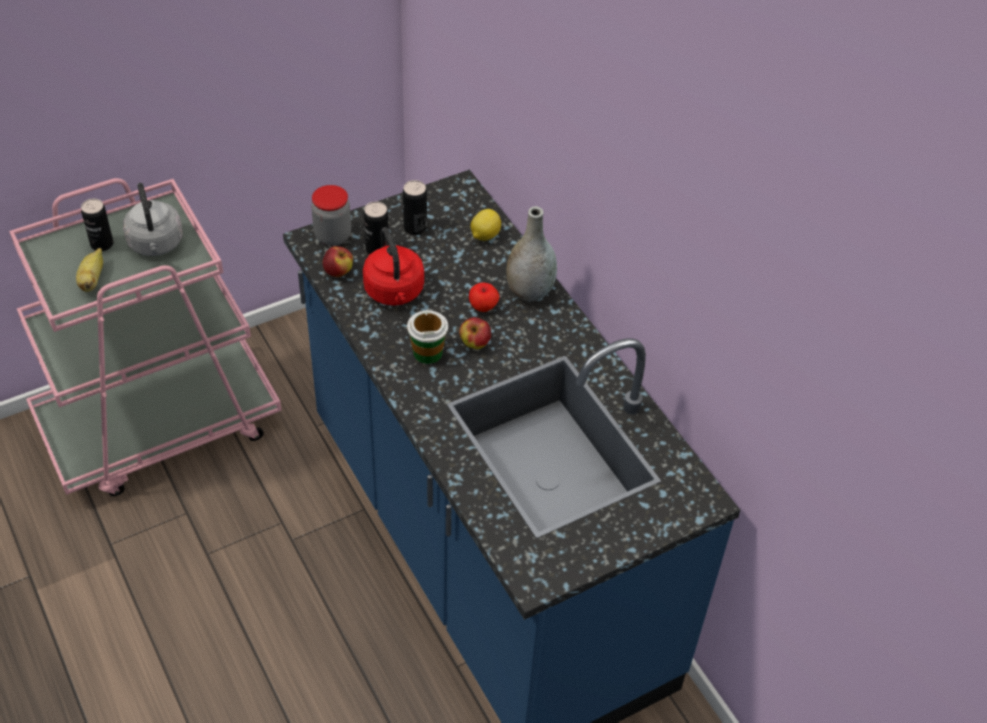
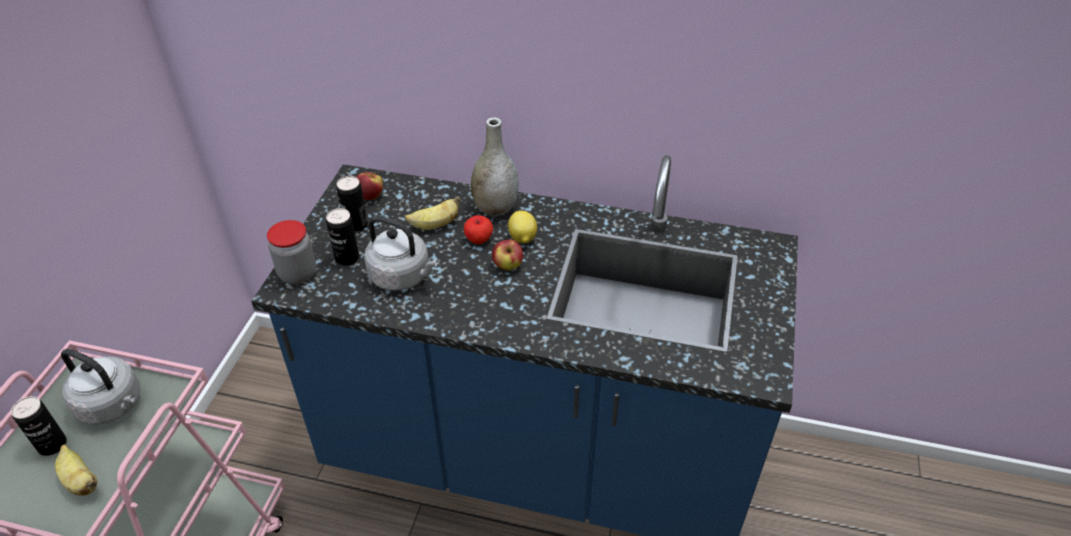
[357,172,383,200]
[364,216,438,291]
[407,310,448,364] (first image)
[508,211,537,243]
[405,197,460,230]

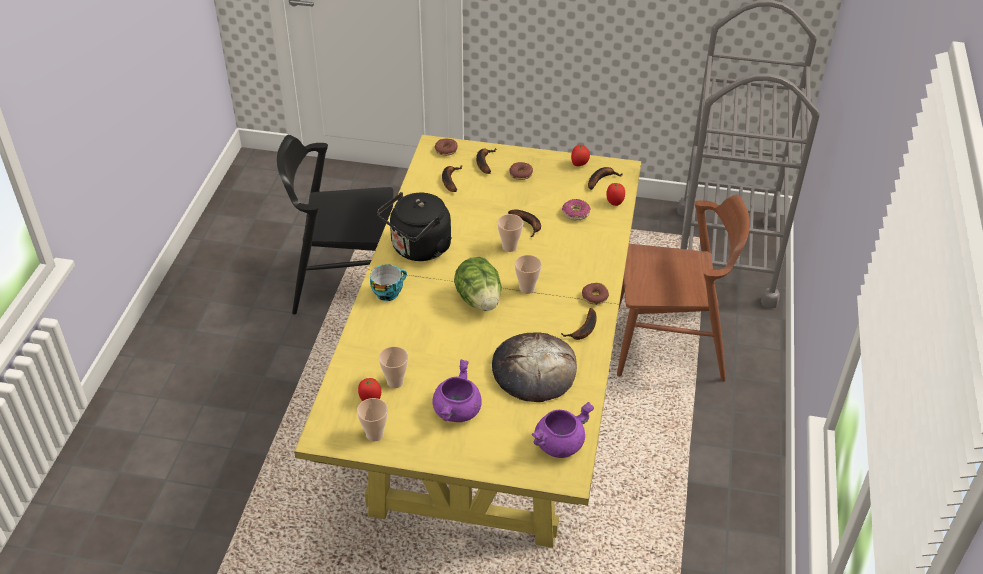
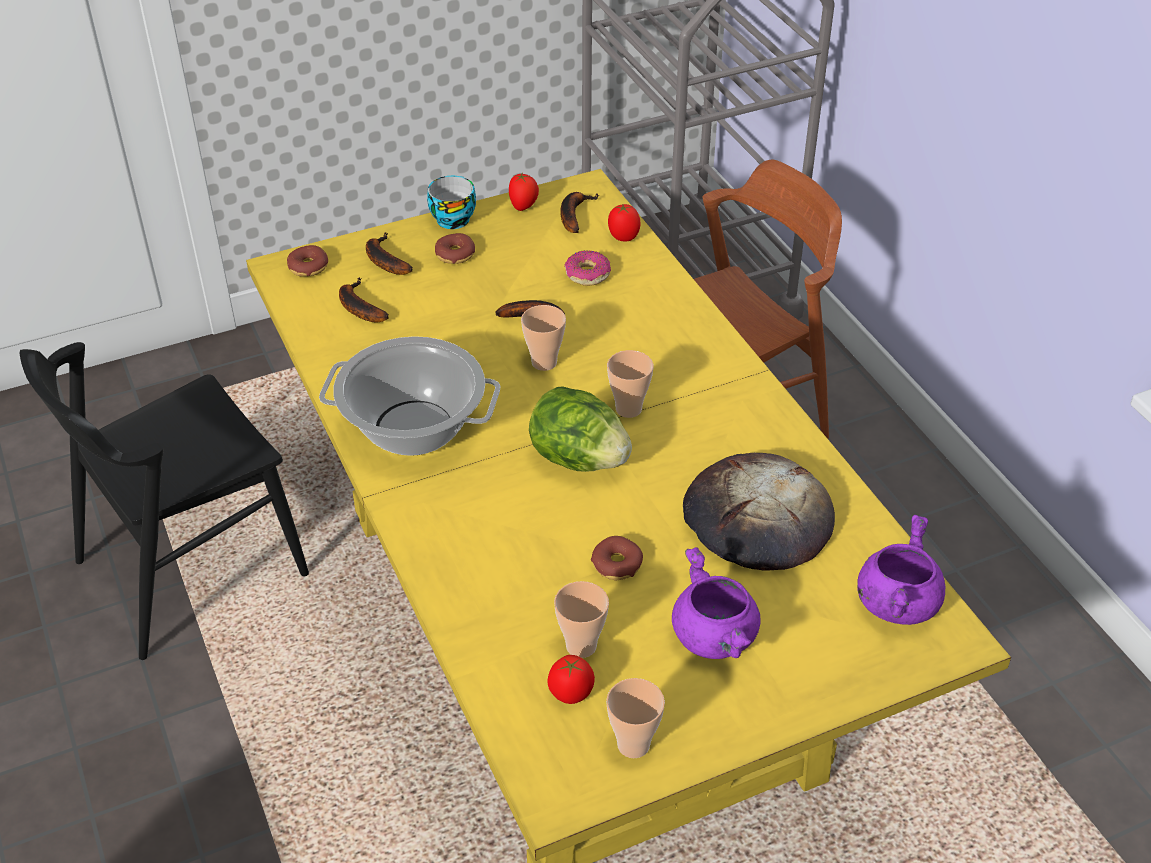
[427,176,476,229]
[319,336,500,456]
[561,308,597,340] (first image)
[591,536,643,580]

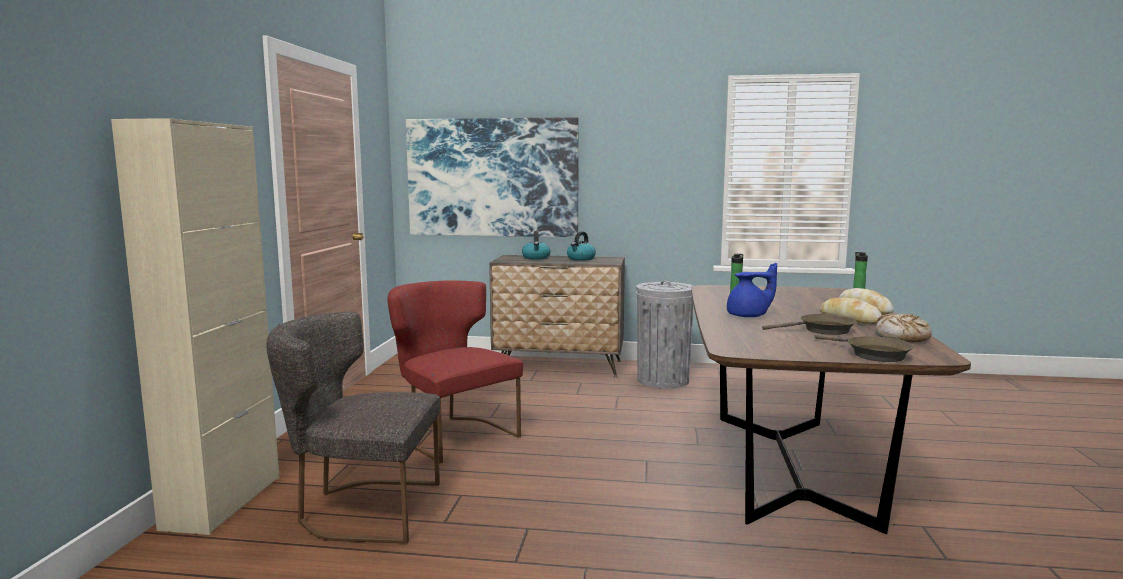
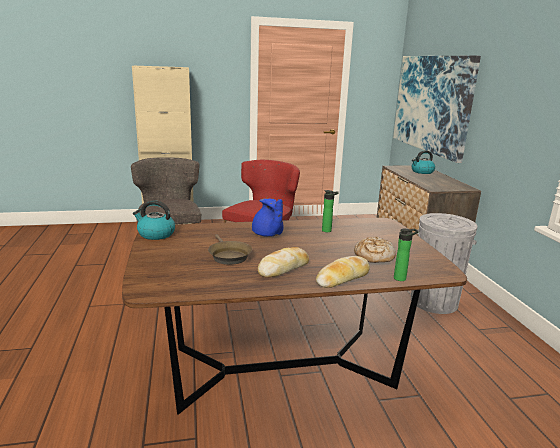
[133,200,175,240]
[814,335,914,362] (first image)
[354,237,396,263]

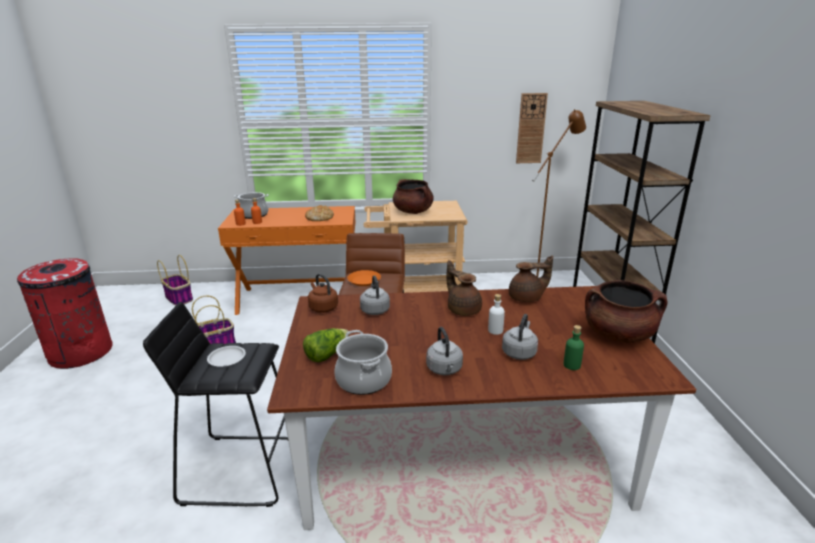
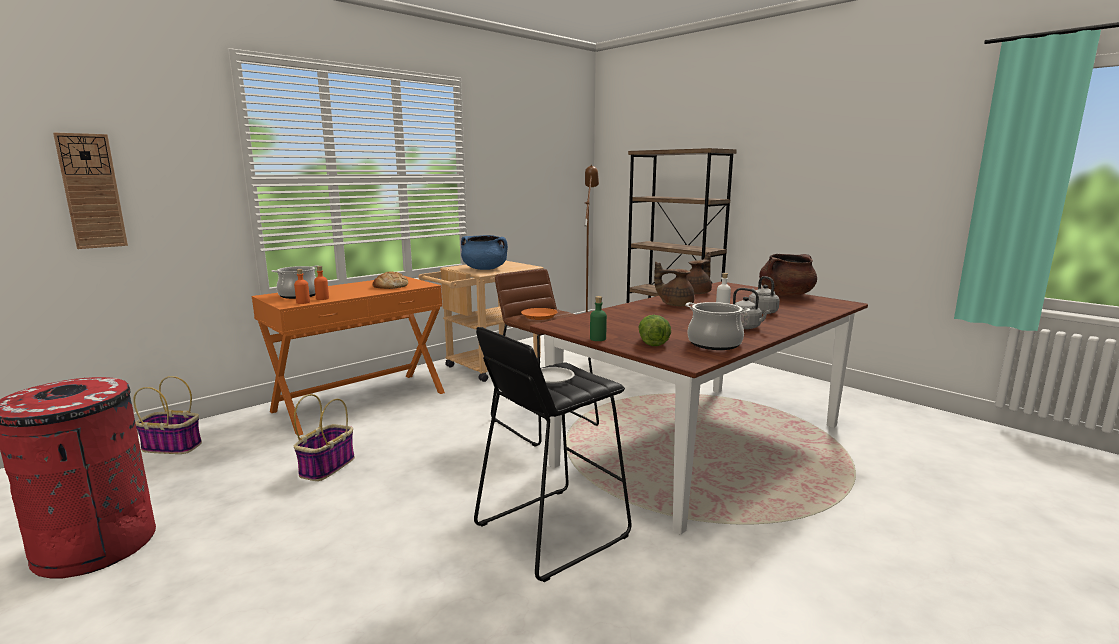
[308,274,338,313] (first image)
[360,275,390,315] (first image)
[461,235,508,270]
[53,133,128,249]
[590,296,607,341]

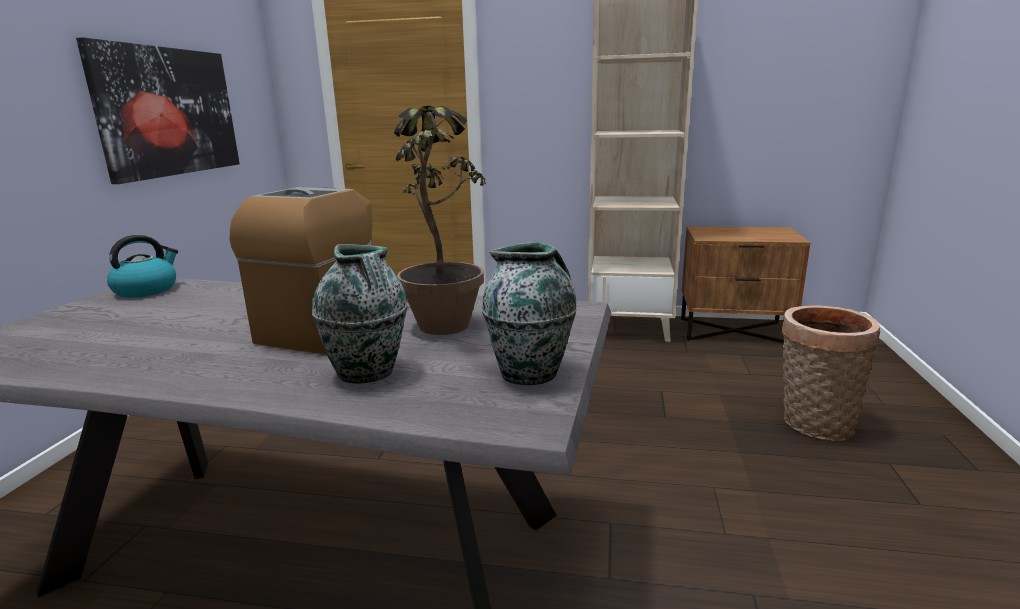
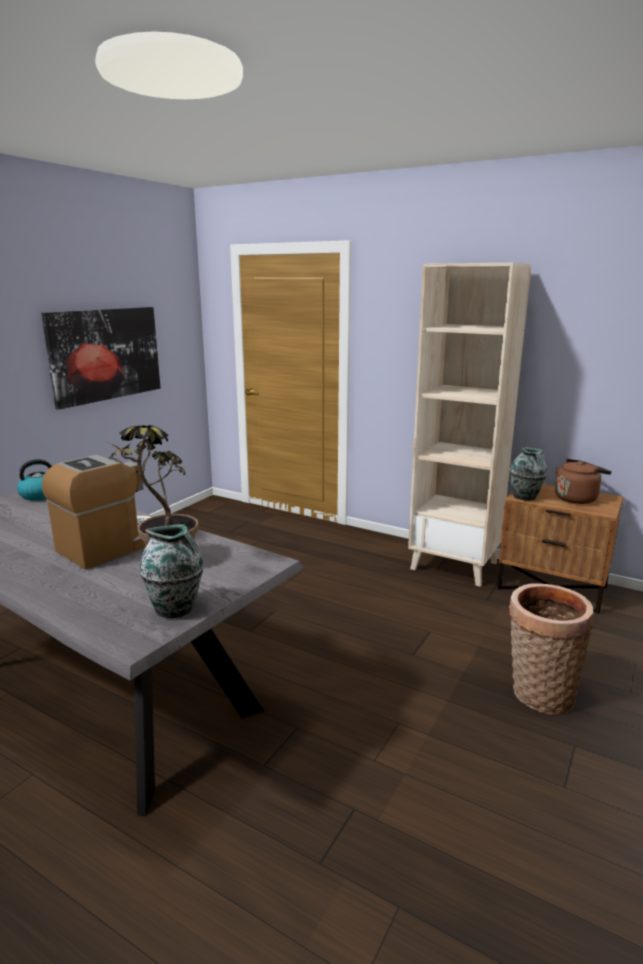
[510,447,547,501]
[555,459,612,504]

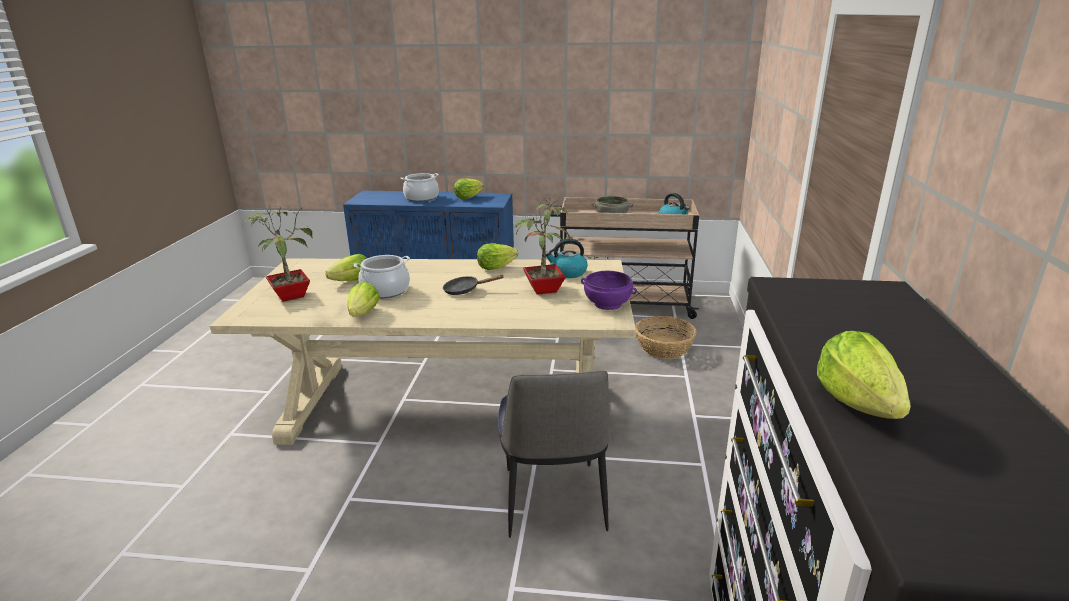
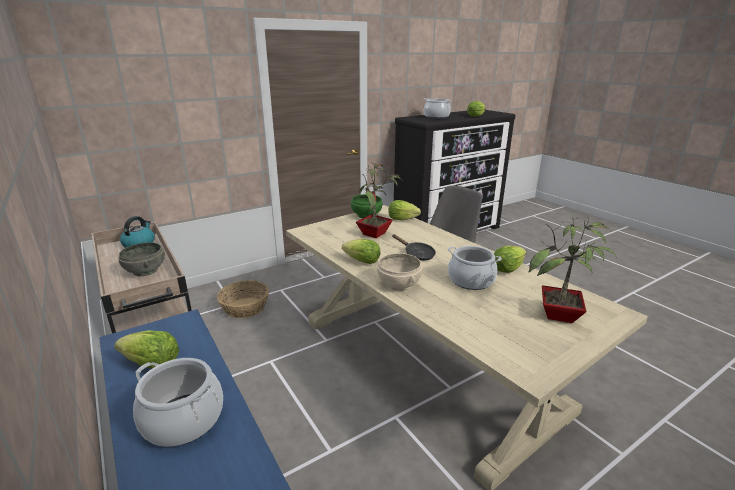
[388,200,421,220]
[546,239,588,278] (first image)
[351,194,382,218]
[377,253,423,291]
[424,98,452,119]

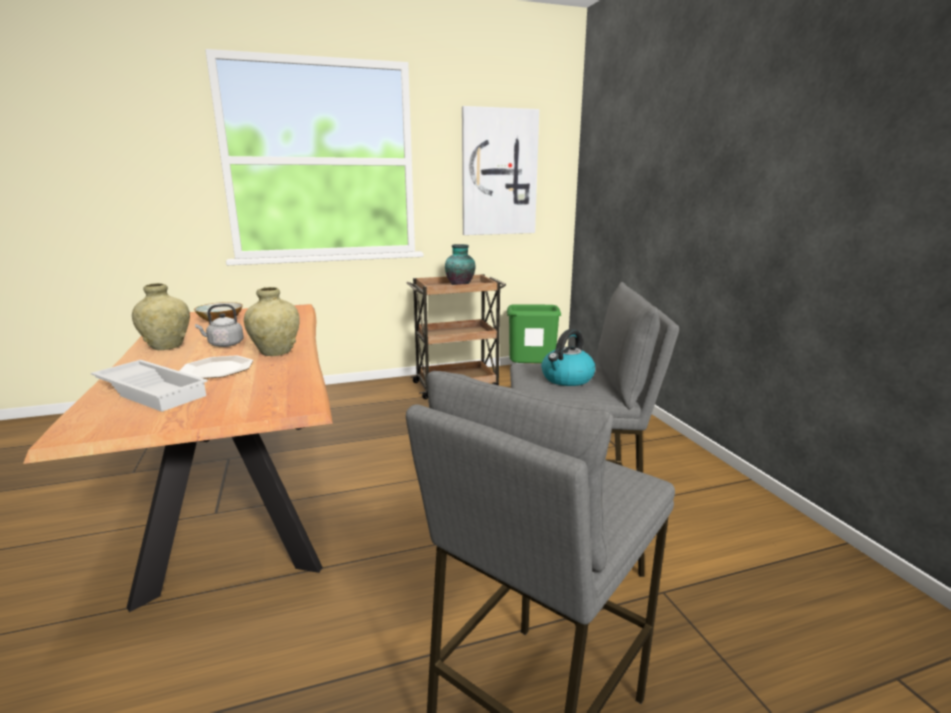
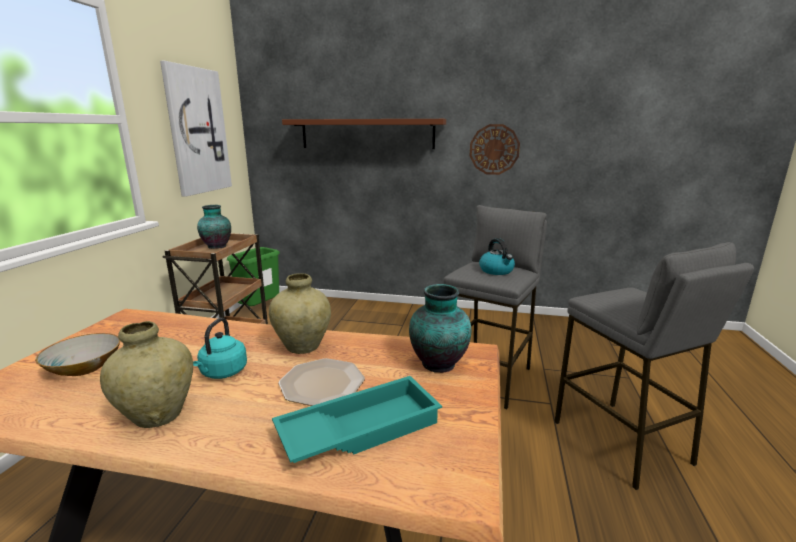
[272,376,442,463]
[193,318,247,379]
[282,119,446,149]
[409,284,471,373]
[470,124,520,175]

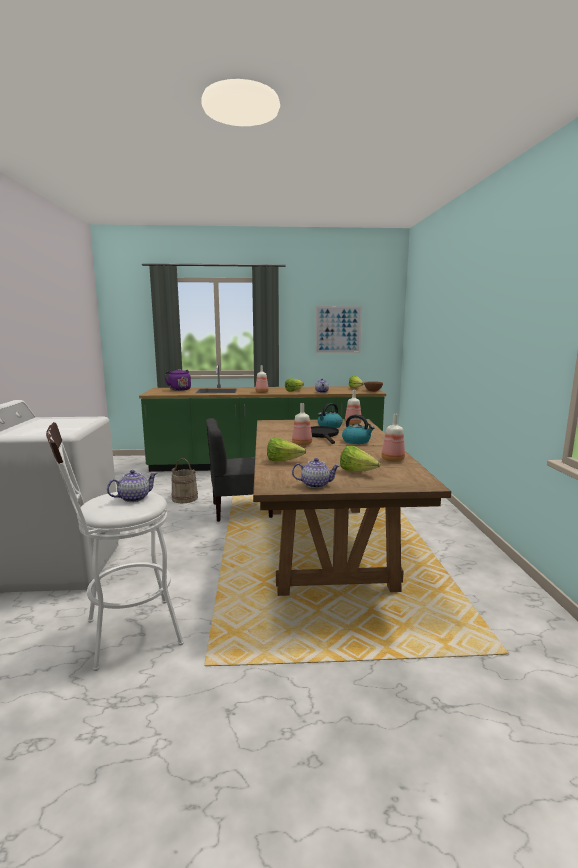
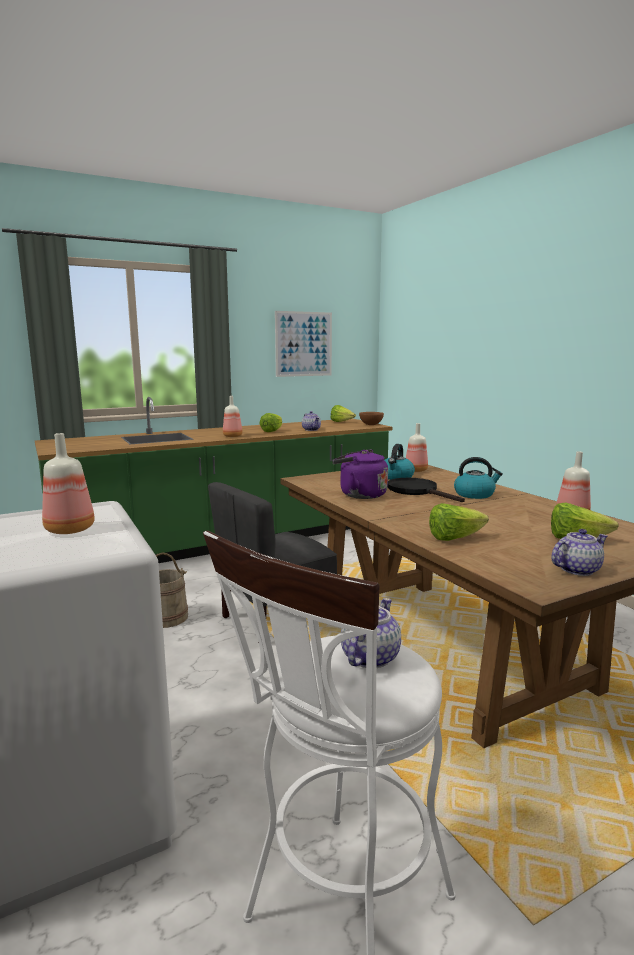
[332,449,388,499]
[42,433,95,534]

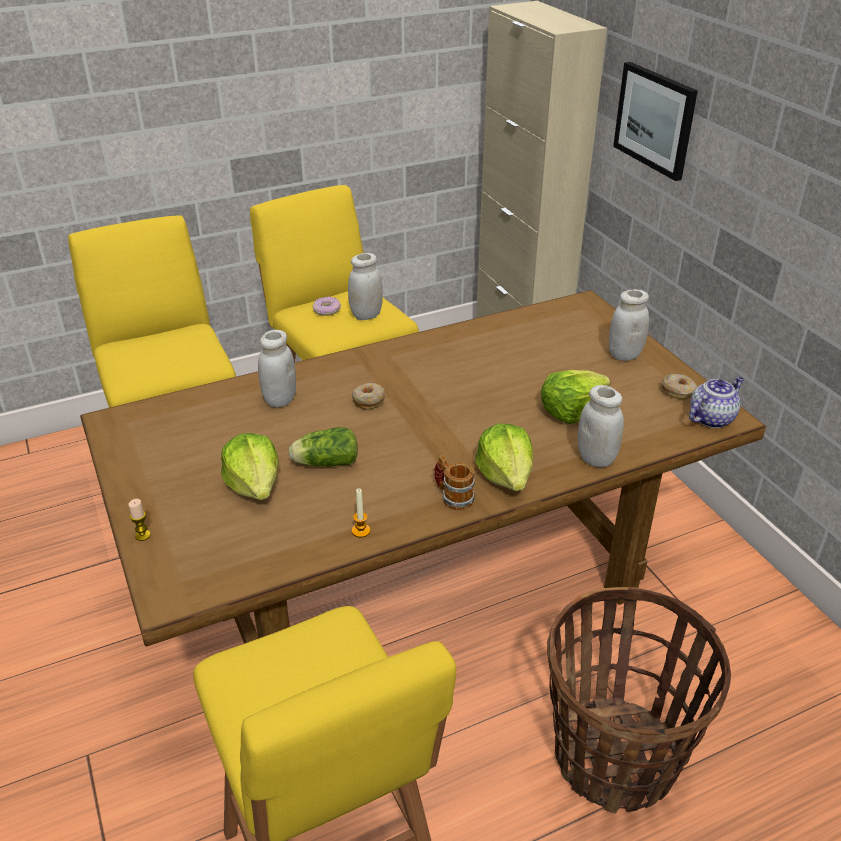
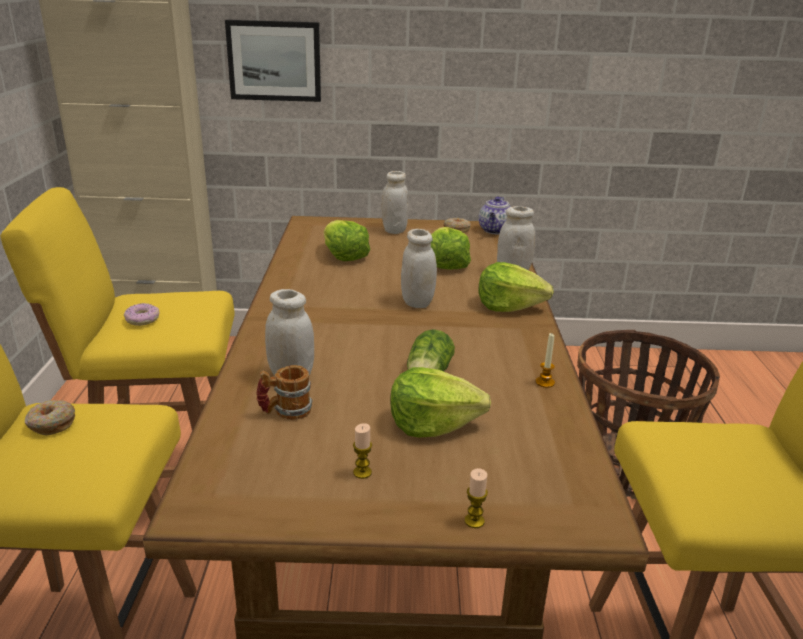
[401,229,437,308]
[25,400,75,436]
[256,365,312,420]
[479,197,511,234]
[324,220,370,261]
[353,423,372,479]

